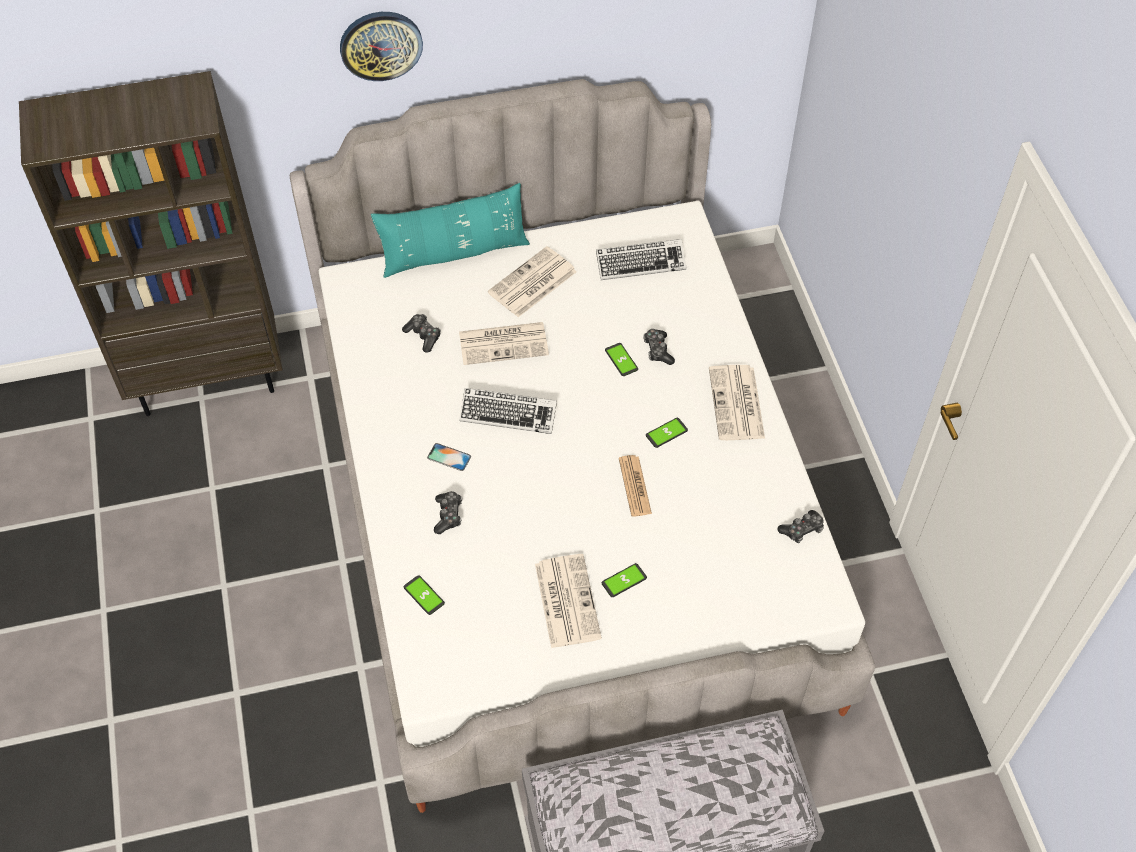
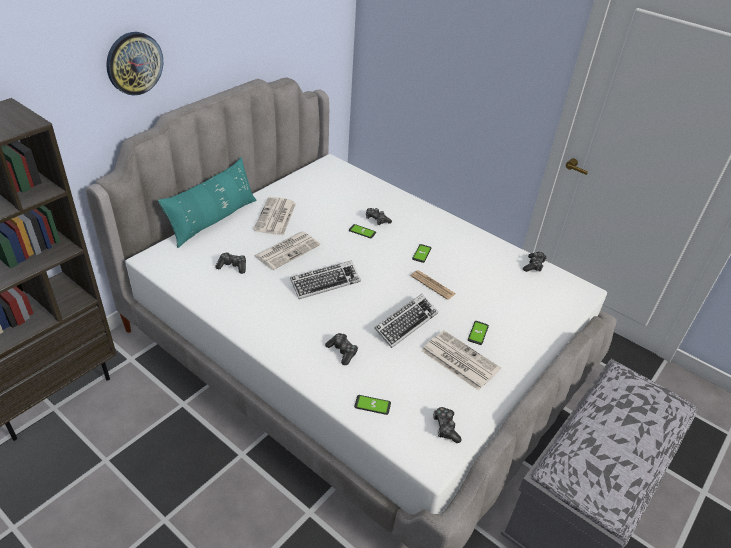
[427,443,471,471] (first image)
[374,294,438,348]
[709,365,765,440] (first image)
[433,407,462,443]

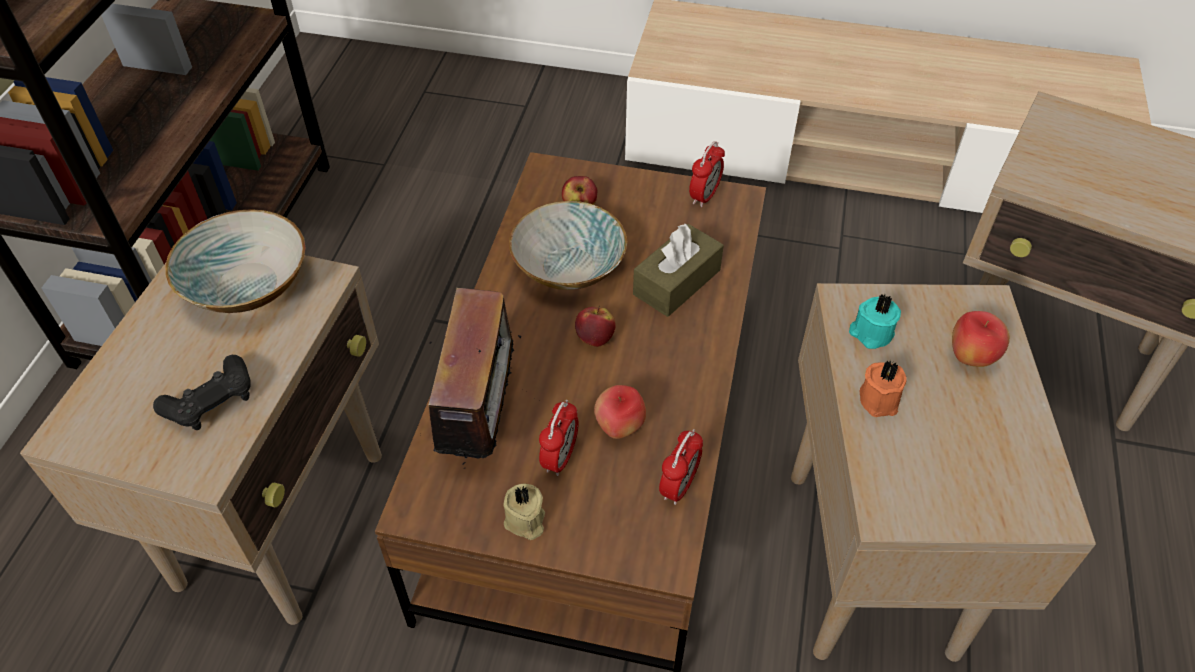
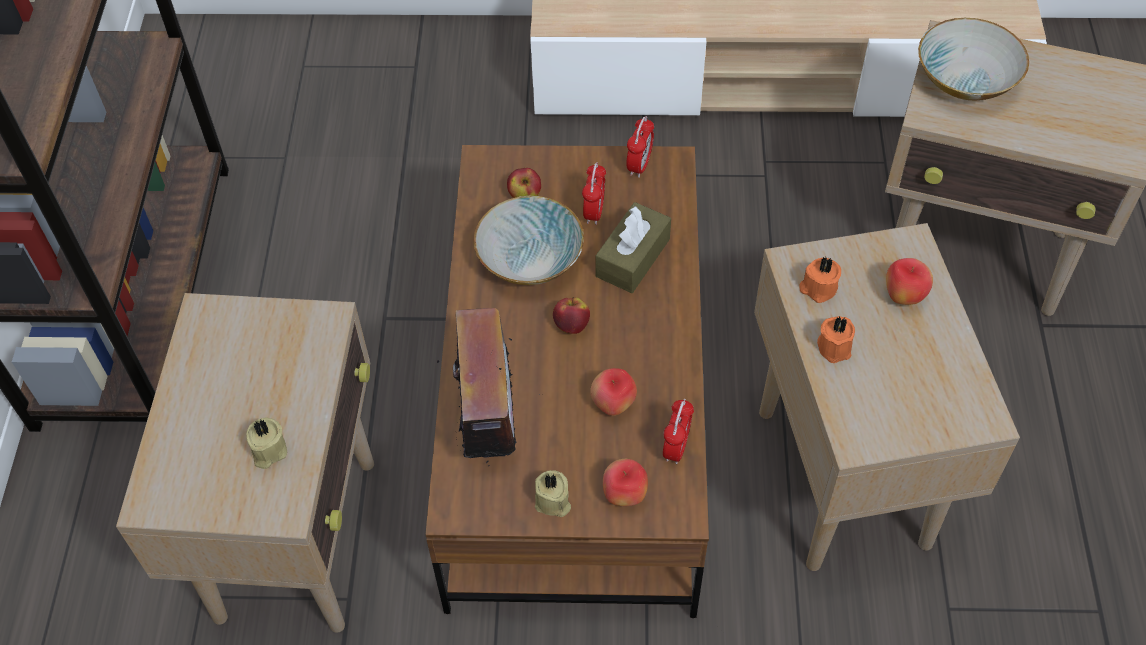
[246,417,287,469]
[918,18,1029,101]
[582,162,606,225]
[800,257,841,303]
[603,459,648,506]

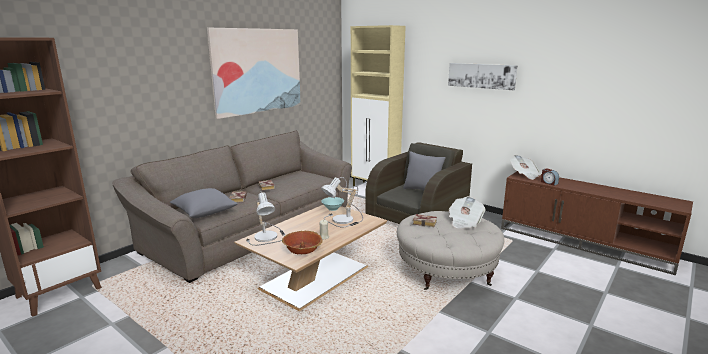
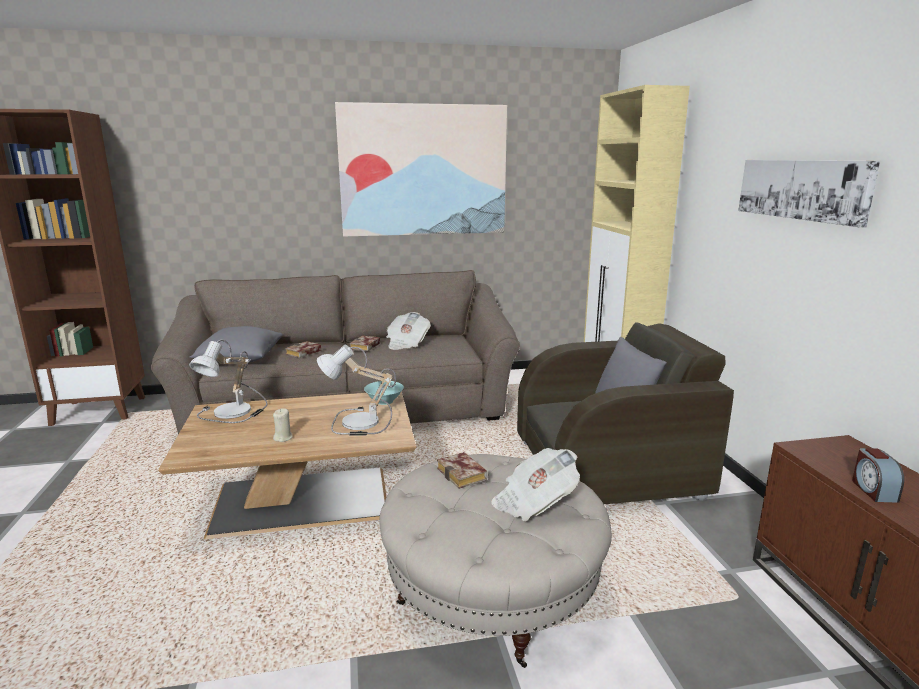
[282,231,323,254] (first image)
[386,312,431,350]

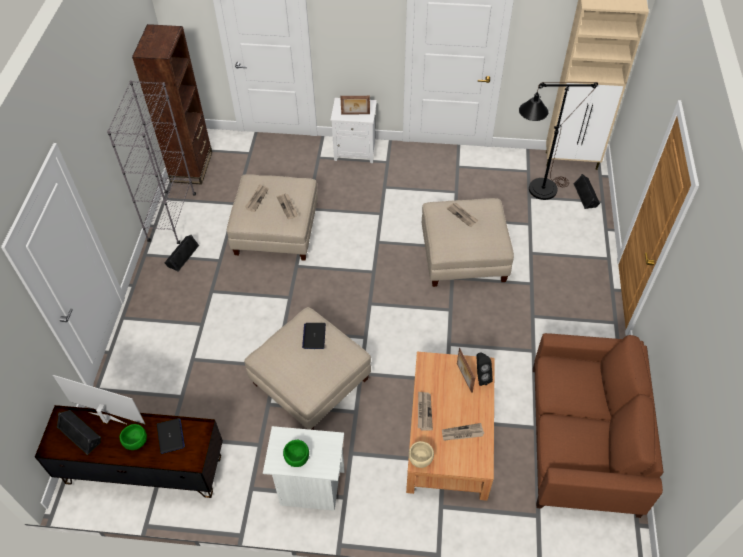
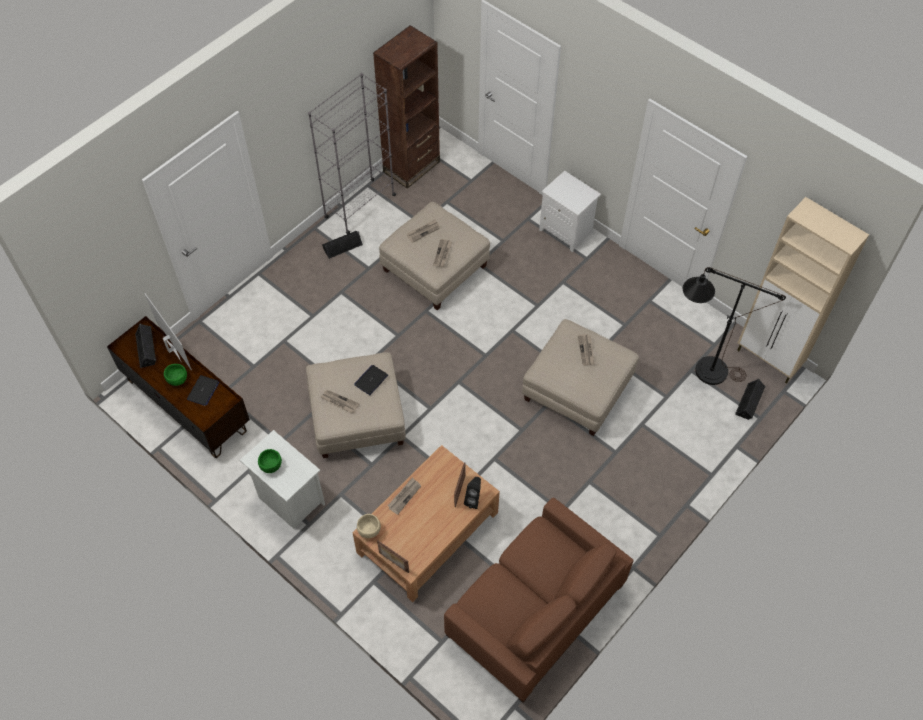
[377,540,409,573]
[321,390,359,413]

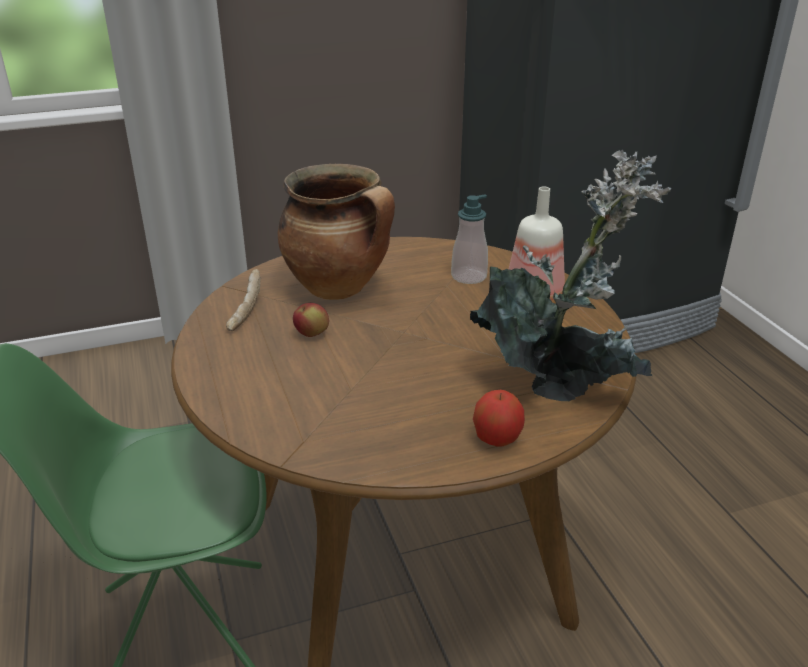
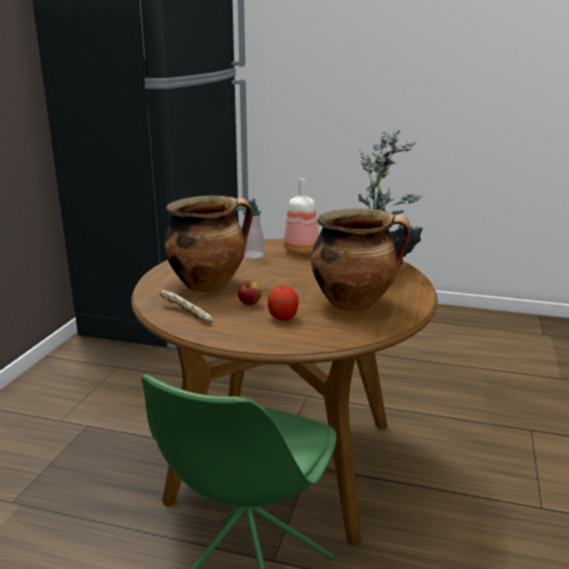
[267,286,299,321]
[311,208,411,312]

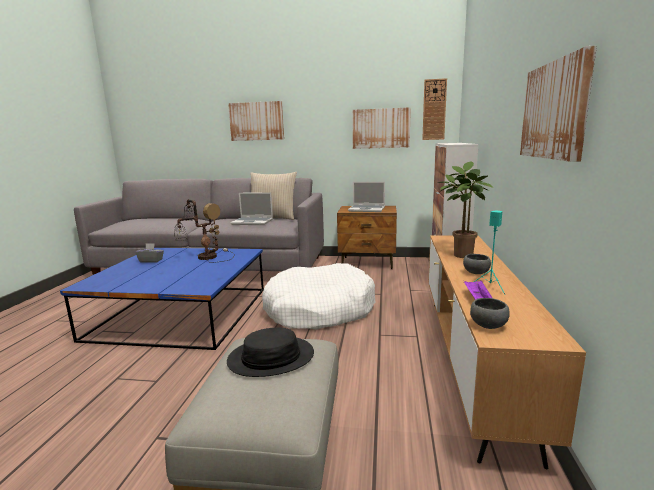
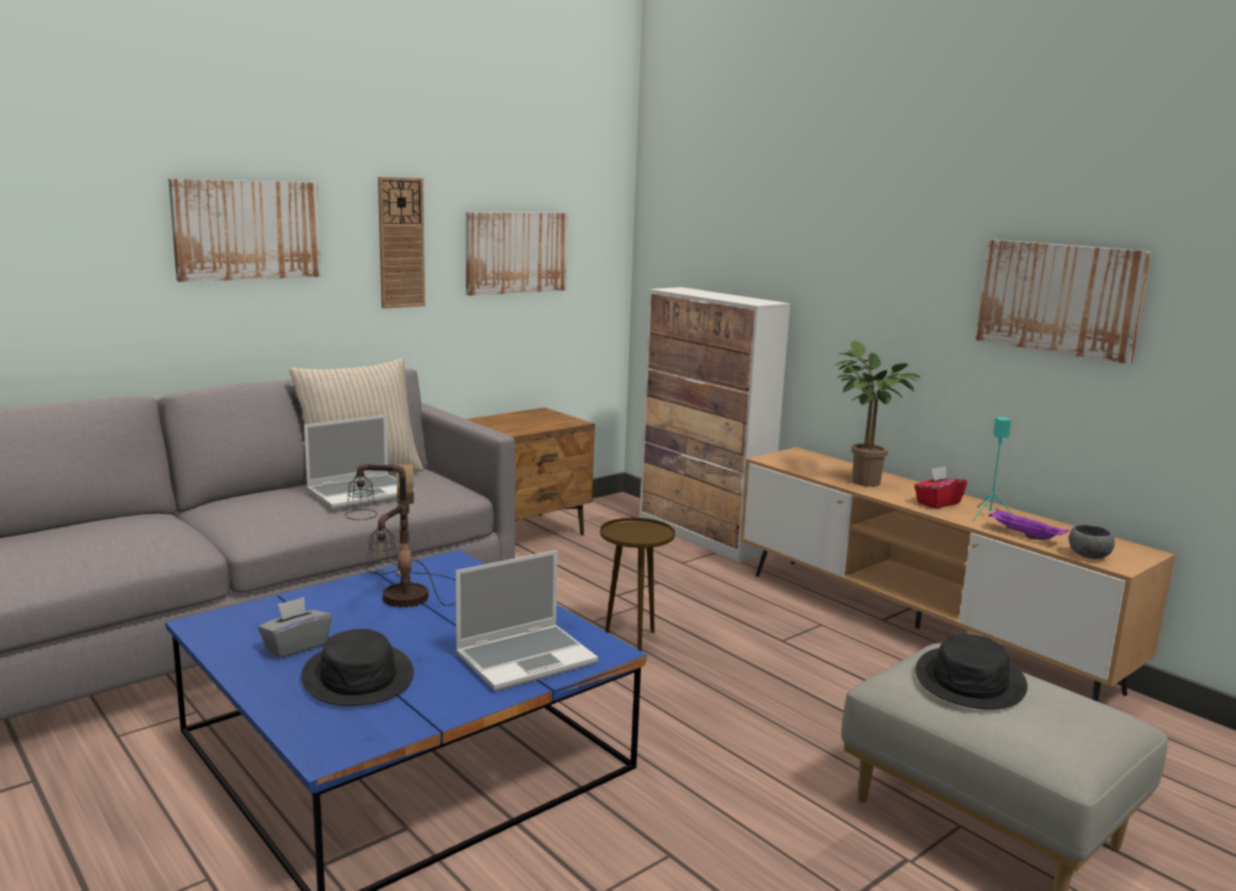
[600,518,675,652]
[456,550,598,691]
[378,177,425,309]
[914,466,967,508]
[301,629,414,706]

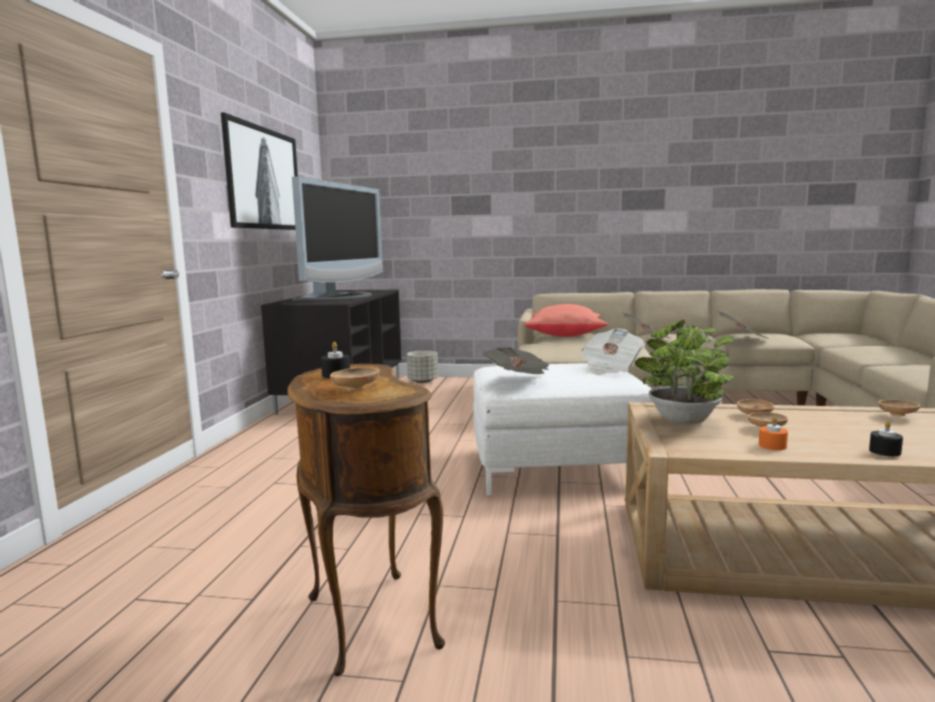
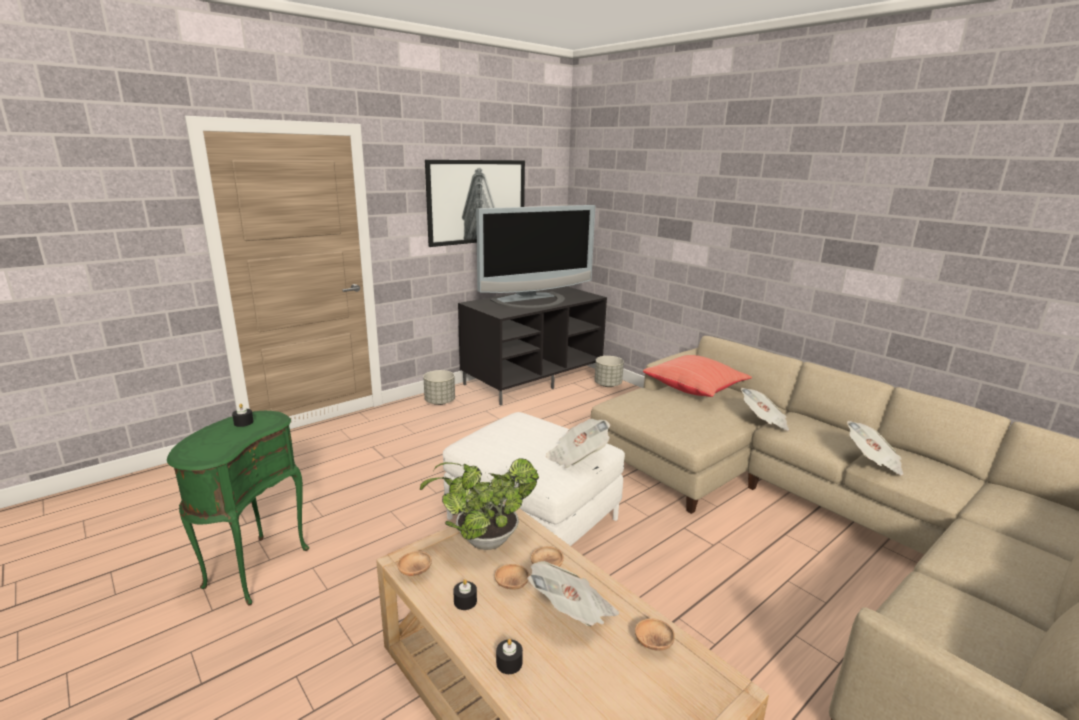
[167,411,309,606]
[397,551,432,576]
[527,561,619,627]
[453,579,477,610]
[423,370,455,405]

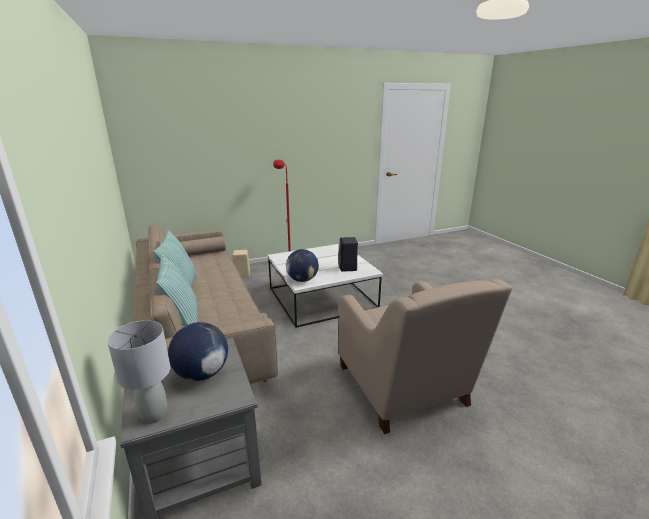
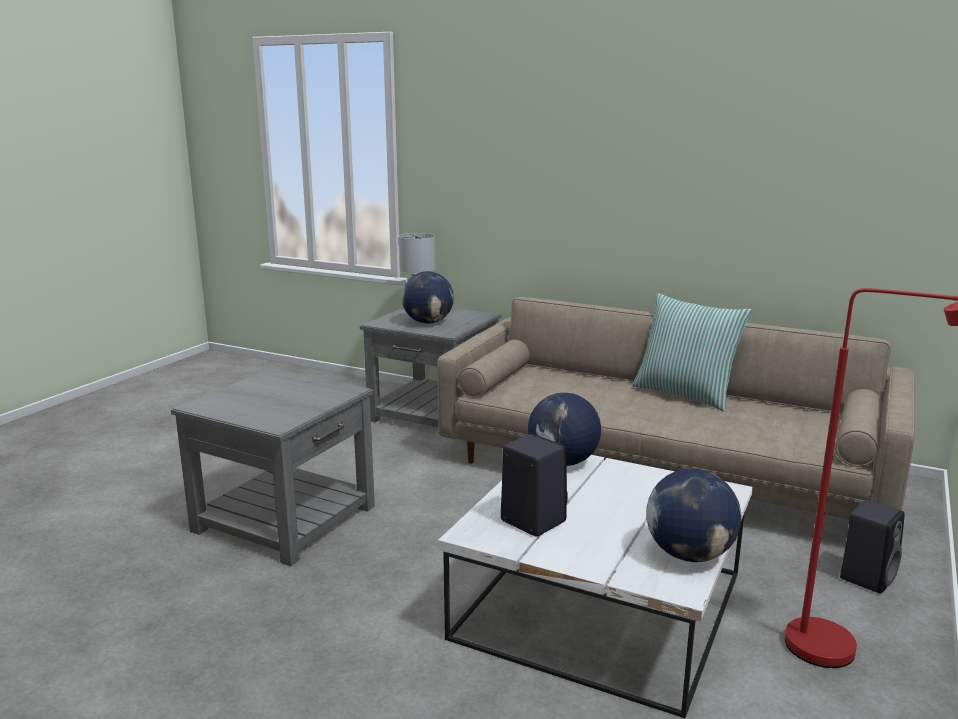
[156,254,198,326] (first image)
[840,500,905,594]
[171,369,375,566]
[646,469,741,562]

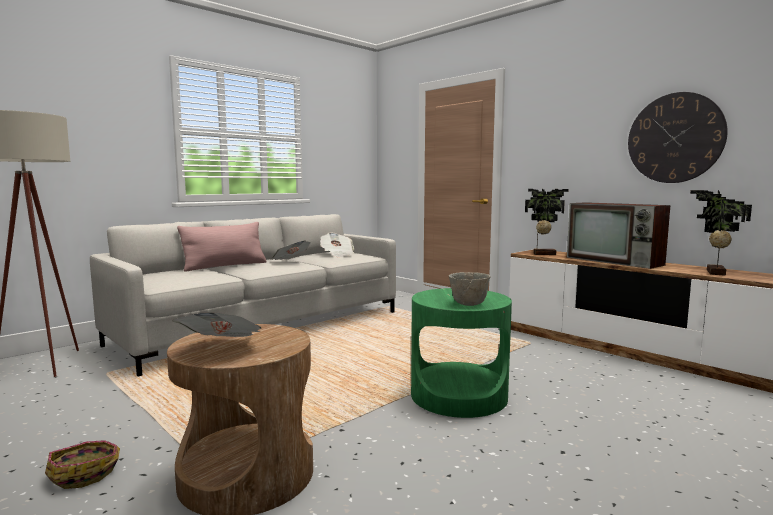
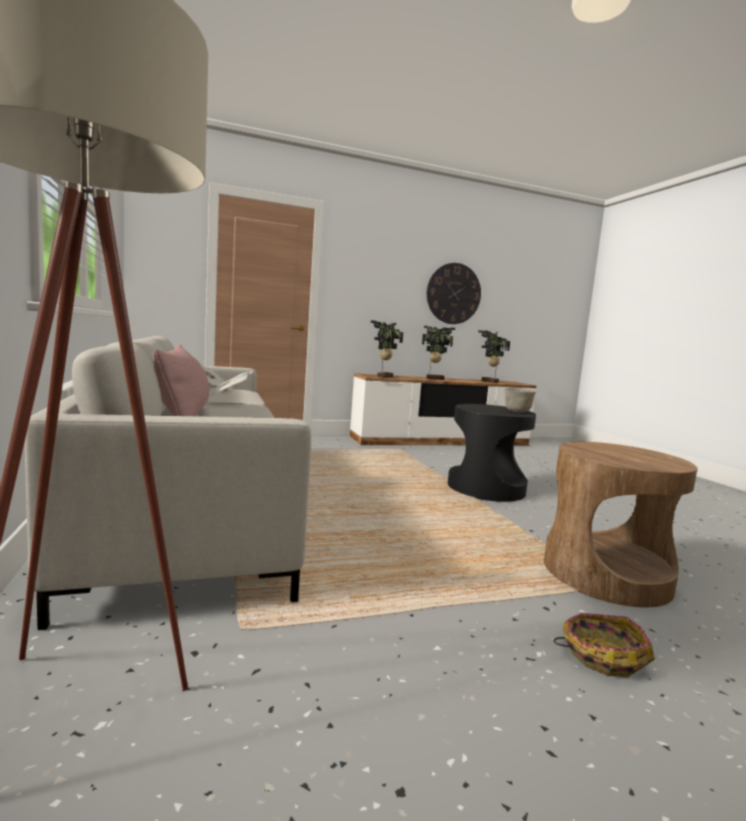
[172,312,261,337] (first image)
[448,404,536,502]
[422,326,455,380]

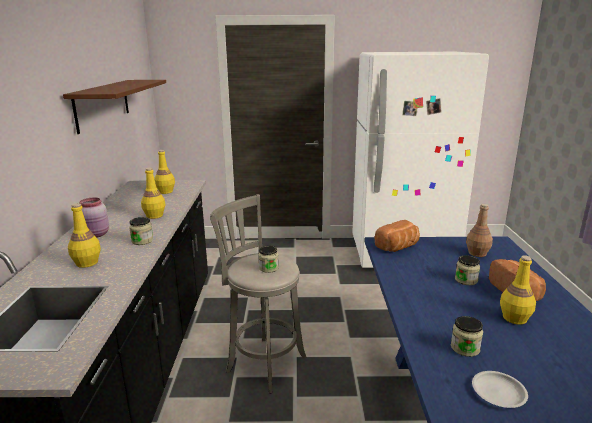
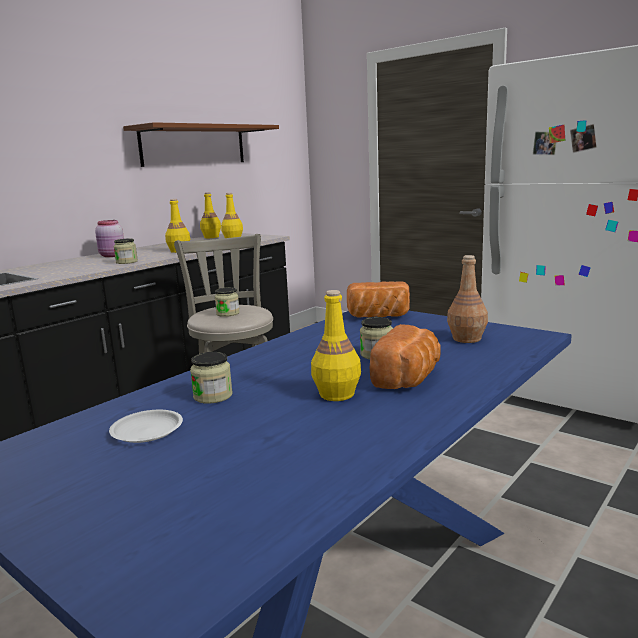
[200,192,221,238]

